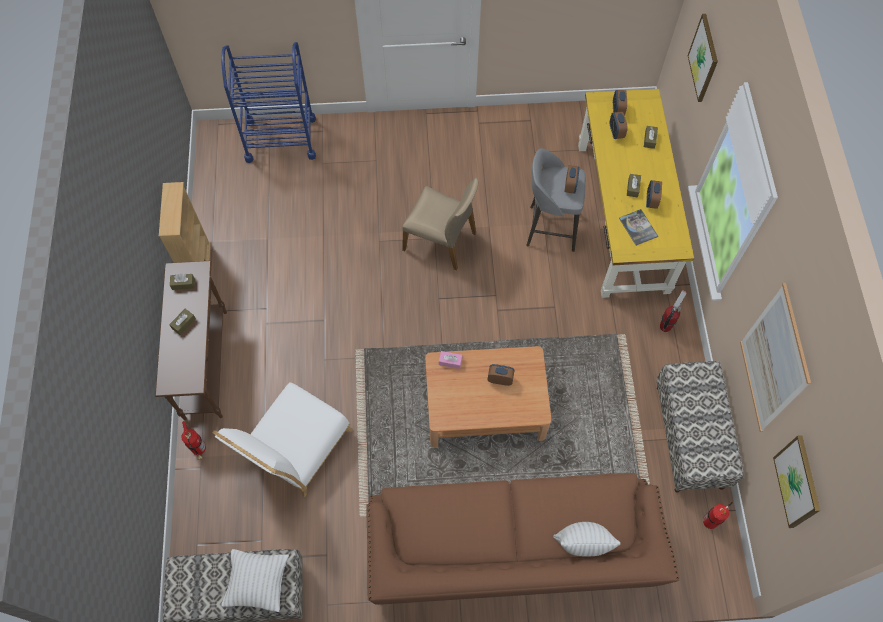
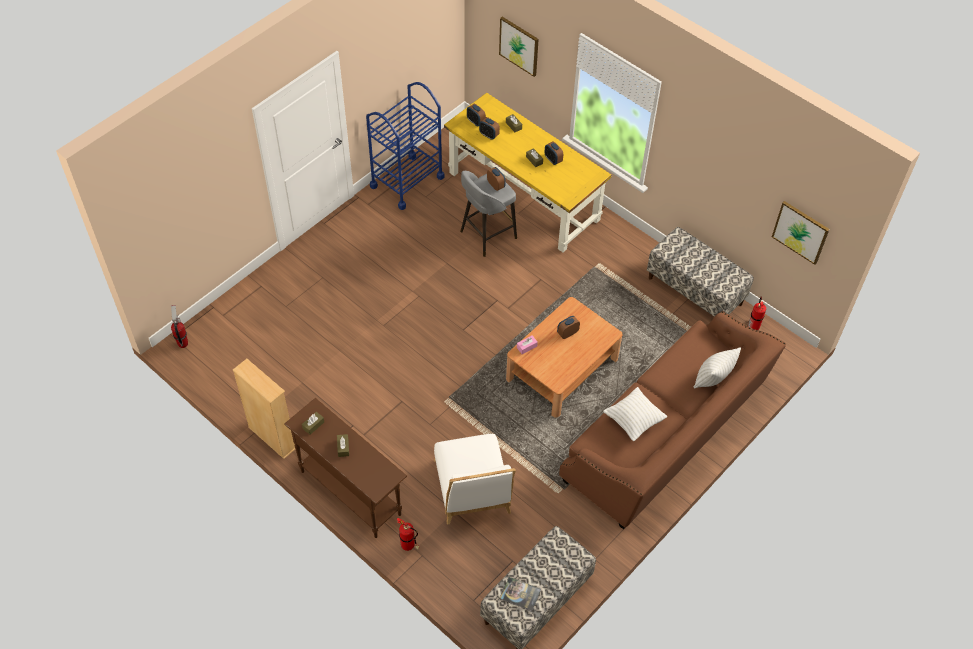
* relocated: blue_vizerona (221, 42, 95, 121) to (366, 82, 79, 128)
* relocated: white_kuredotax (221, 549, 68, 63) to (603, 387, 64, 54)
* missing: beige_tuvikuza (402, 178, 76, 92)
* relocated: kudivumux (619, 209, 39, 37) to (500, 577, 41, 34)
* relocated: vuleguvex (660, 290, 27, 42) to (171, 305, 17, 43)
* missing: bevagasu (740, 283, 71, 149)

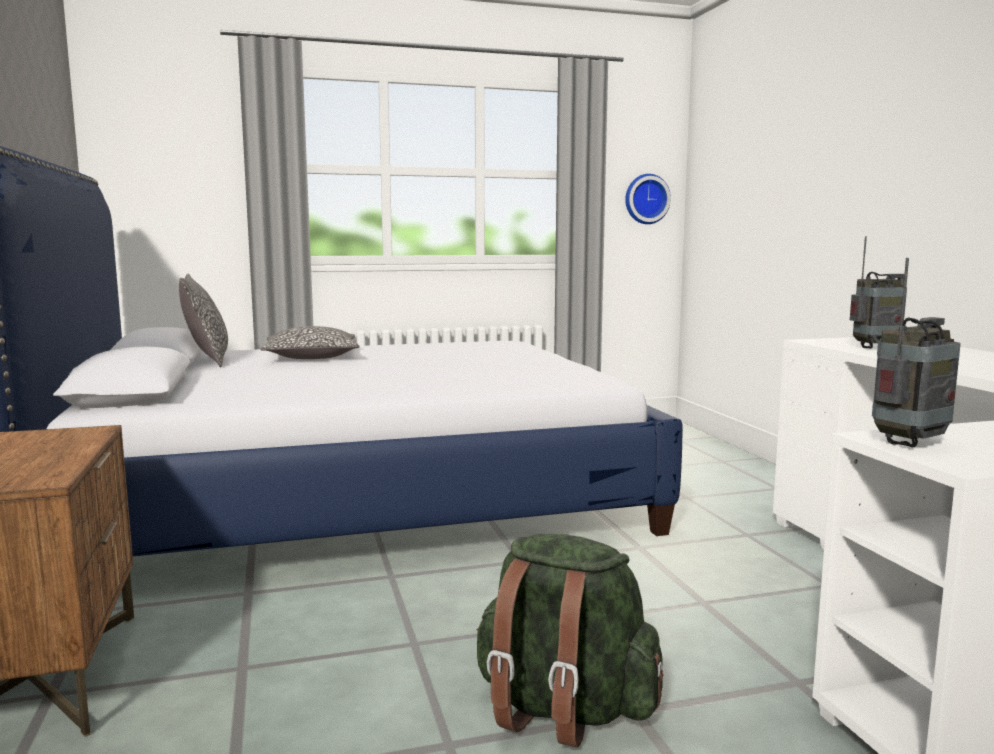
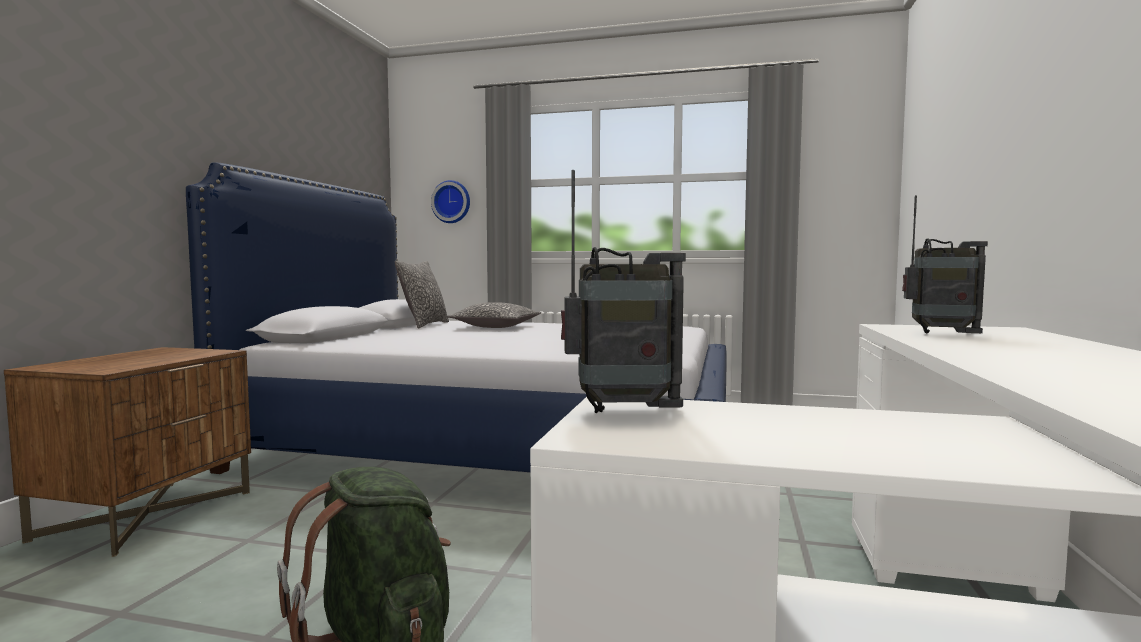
* relocated: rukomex (625, 174, 46, 50) to (431, 180, 39, 43)

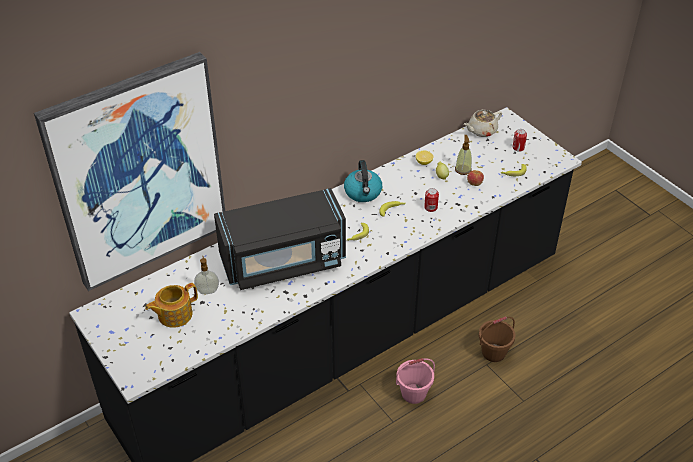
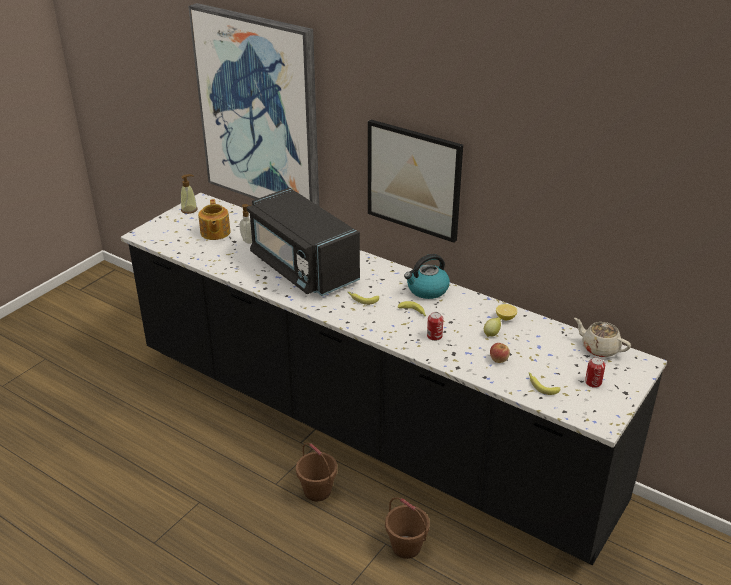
* spun: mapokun (145, 283, 53, 45) = (198, 199, 33, 41) 135 degrees counterclockwise
* colour: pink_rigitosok (396, 358, 39, 46) to brown_rigitosok (296, 443, 41, 58)
* relocated: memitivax (455, 135, 17, 40) to (181, 174, 16, 40)
* appeared: bevagasu (368, 120, 95, 123)

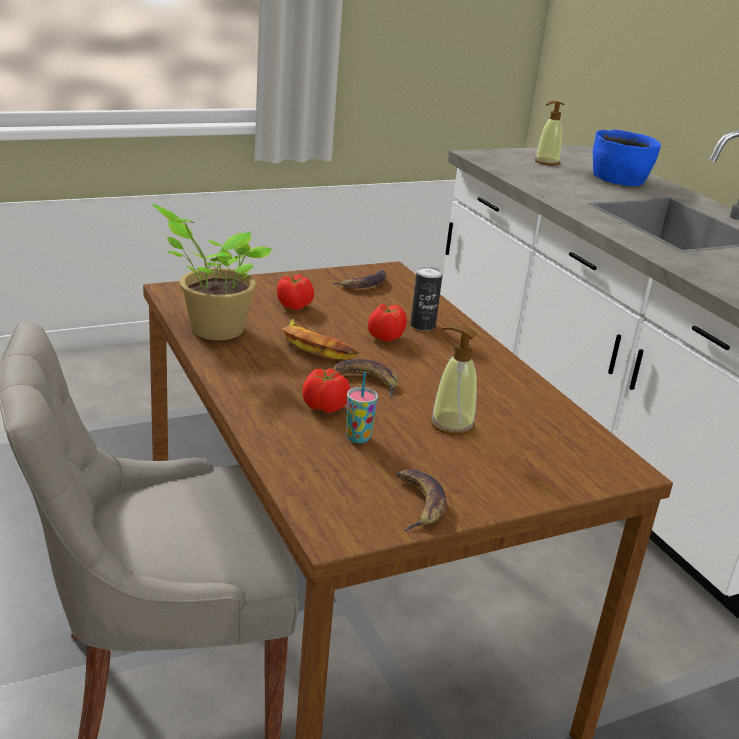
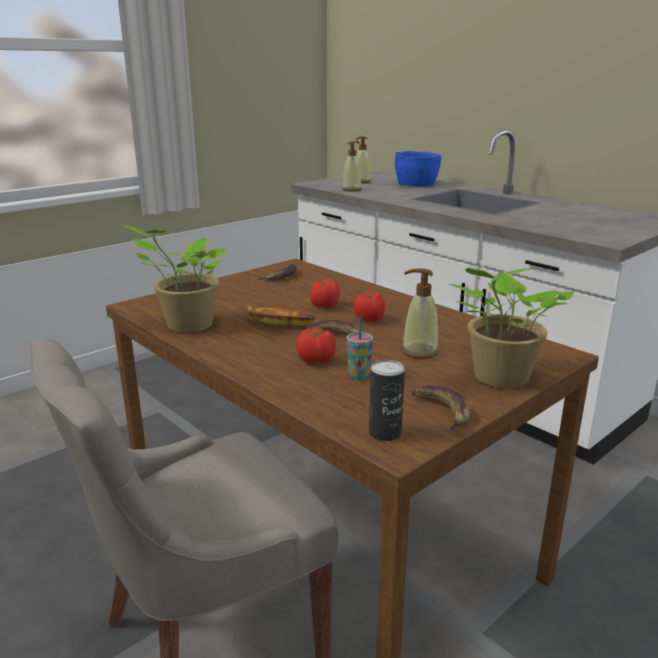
* relocated: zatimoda (277, 275, 37, 35) to (353, 291, 32, 31)
* relocated: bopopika (410, 267, 33, 64) to (369, 359, 36, 82)
* appeared: memitivax (342, 141, 20, 51)
* appeared: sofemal (449, 268, 124, 120)

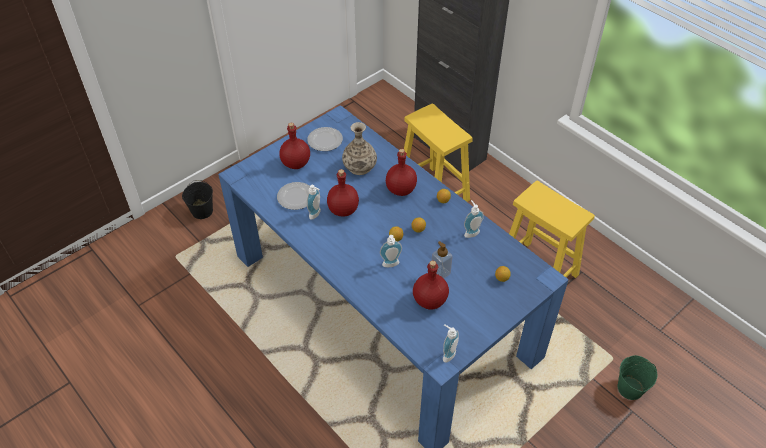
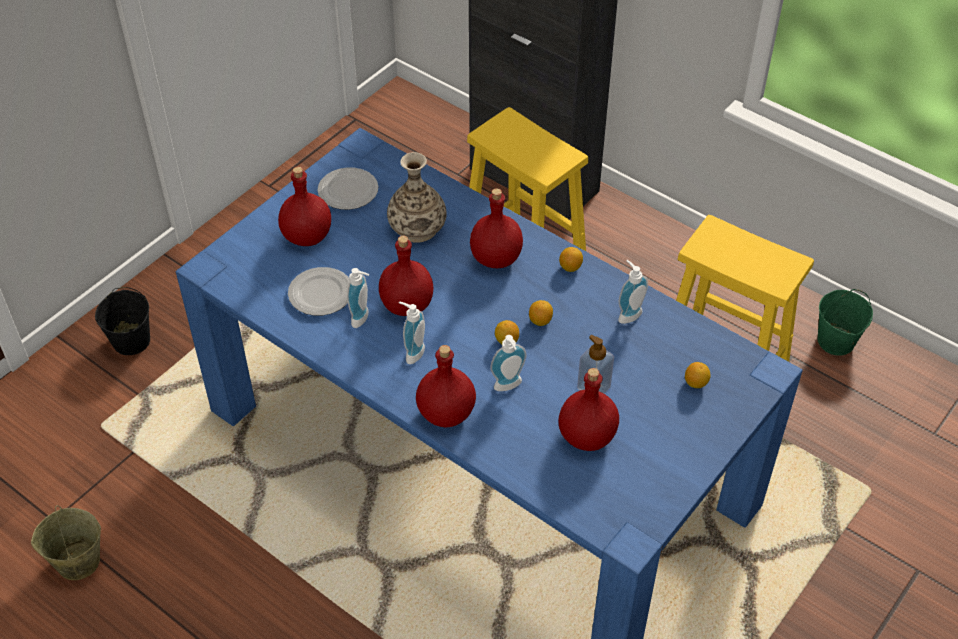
* relocated: memitivax (443, 324, 16, 39) to (399, 301, 26, 63)
* relocated: green_rigitosok (618, 355, 40, 45) to (817, 289, 56, 67)
* appeared: beige_rigitosok (31, 505, 70, 75)
* appeared: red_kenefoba (416, 345, 60, 82)

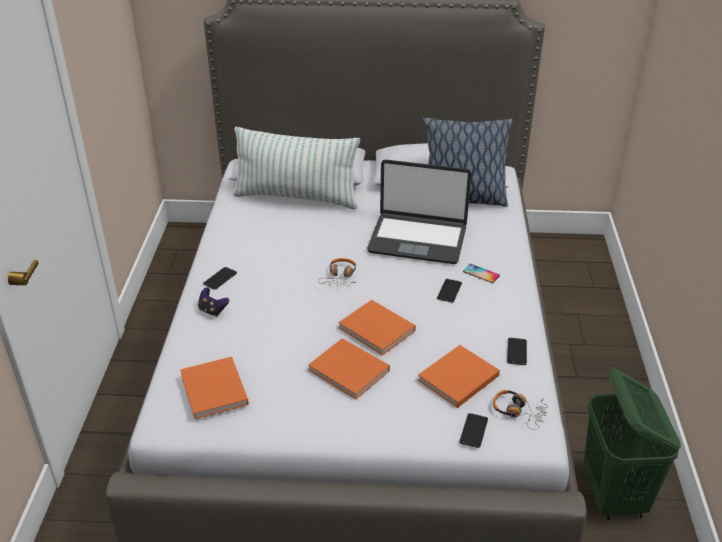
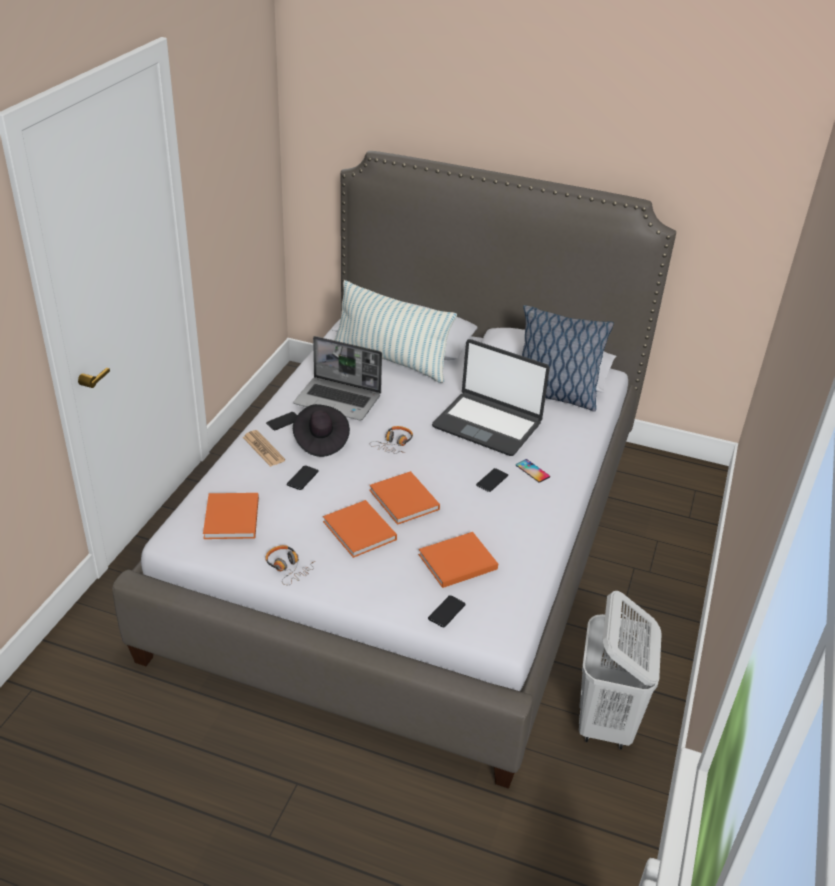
* exchanged: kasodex (198, 287, 31, 30) to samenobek (243, 430, 42, 37)
* relocated: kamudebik (493, 390, 55, 40) to (265, 545, 50, 40)
* relocated: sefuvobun (507, 338, 20, 27) to (287, 466, 32, 24)
* colour: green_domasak (583, 369, 98, 151) to white_domasak (579, 591, 83, 159)
* appeared: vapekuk (293, 336, 89, 85)
* appeared: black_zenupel (293, 404, 57, 53)

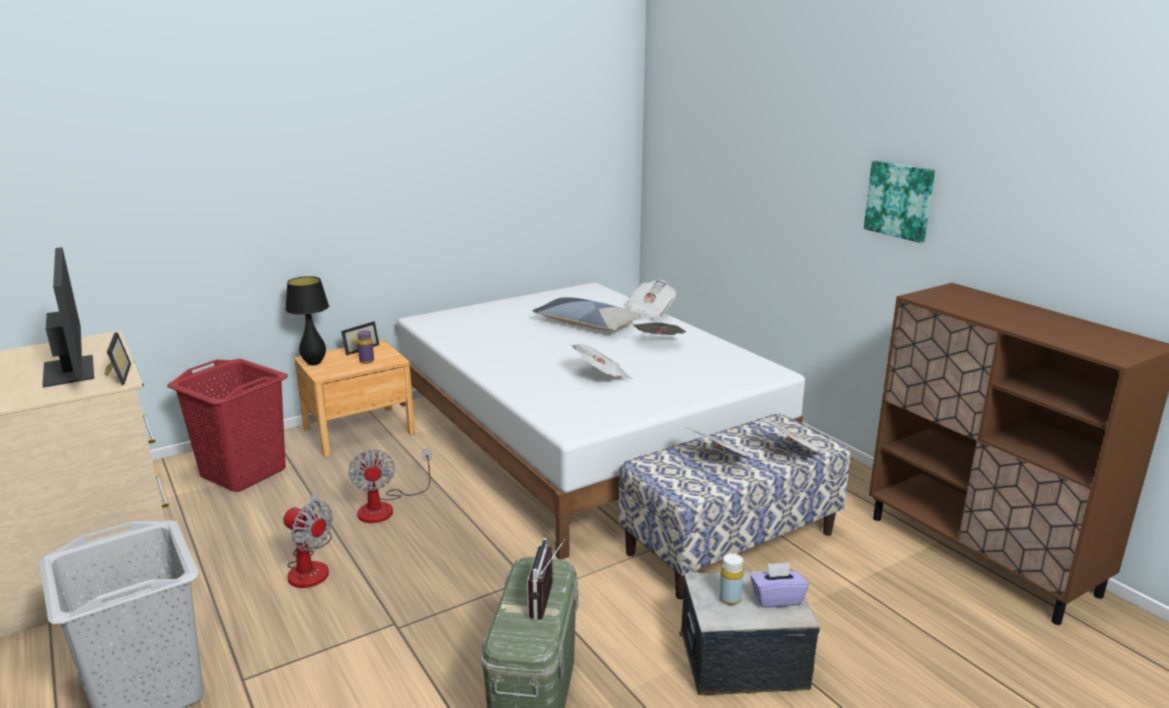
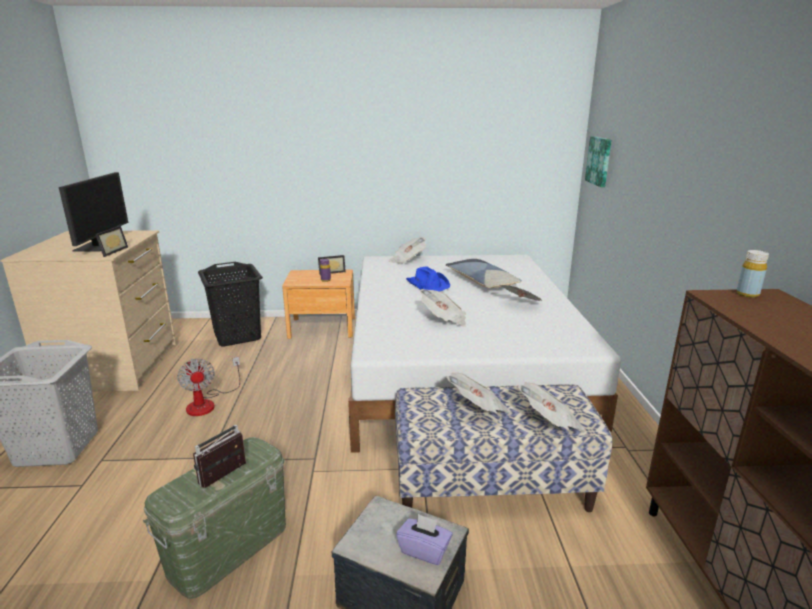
* colour: red_domasak (167, 358, 121, 134) to black_domasak (198, 262, 65, 85)
* missing: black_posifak (285, 276, 44, 89)
* missing: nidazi (348, 448, 84, 75)
* relocated: samenobek (628, 280, 48, 40) to (389, 237, 37, 27)
* relocated: yellow_kenefoba (719, 553, 25, 52) to (737, 250, 32, 48)
* relocated: bevagasu (864, 161, 71, 82) to (585, 136, 26, 51)
* appeared: blue_zenupel (406, 266, 44, 26)

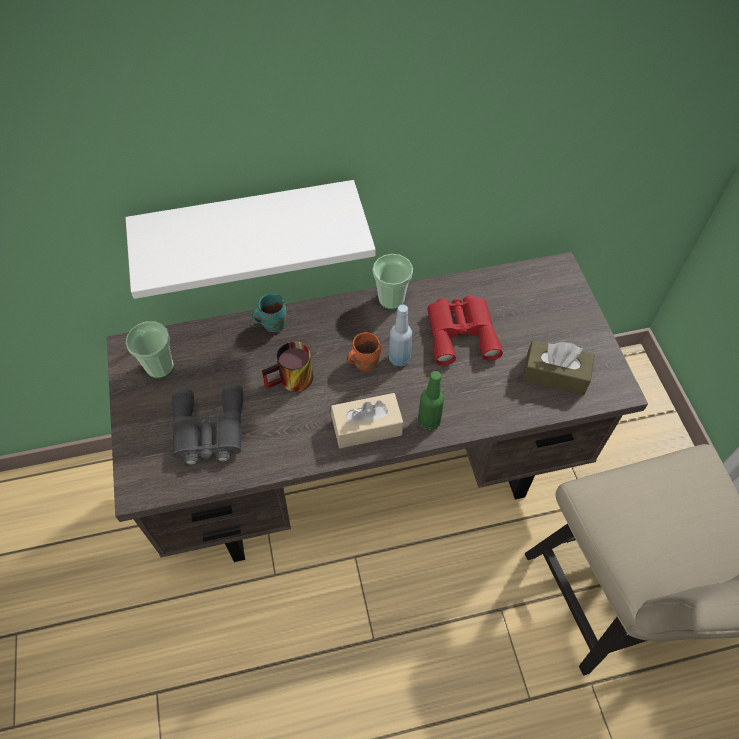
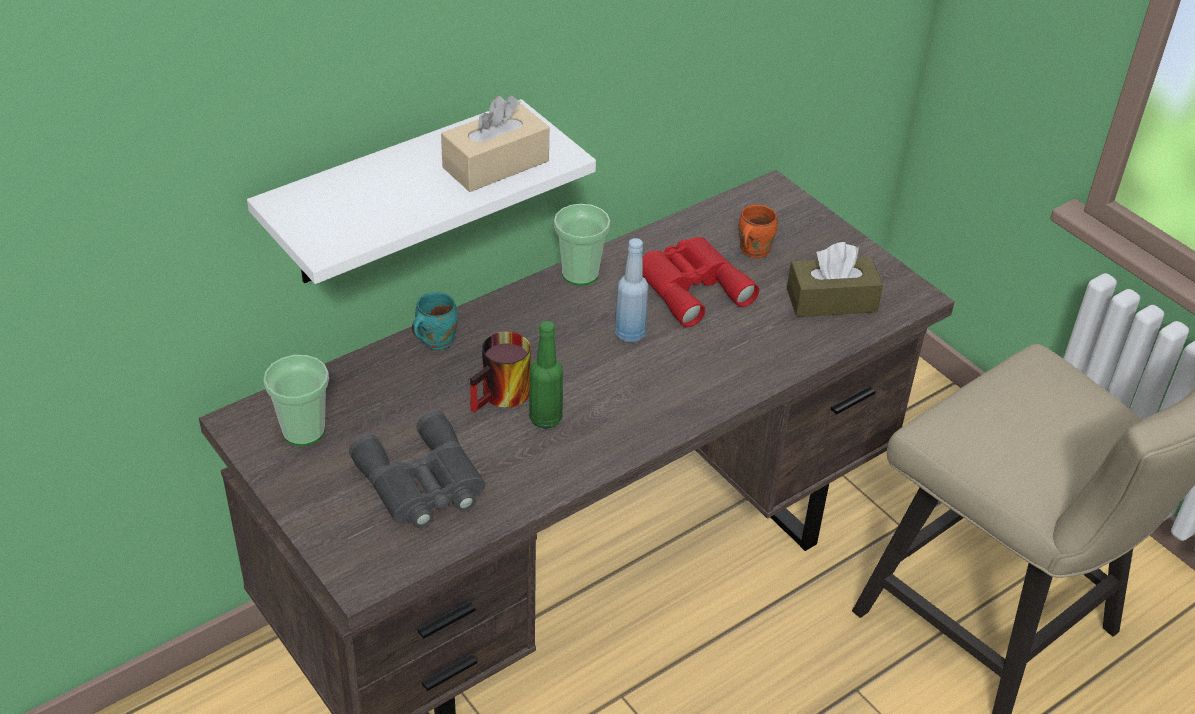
* relocated: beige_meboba (331, 393, 72, 55) to (441, 96, 108, 96)
* relocated: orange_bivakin (347, 332, 34, 39) to (738, 205, 40, 53)
* relocated: green_kenefoba (418, 371, 26, 59) to (529, 321, 34, 108)

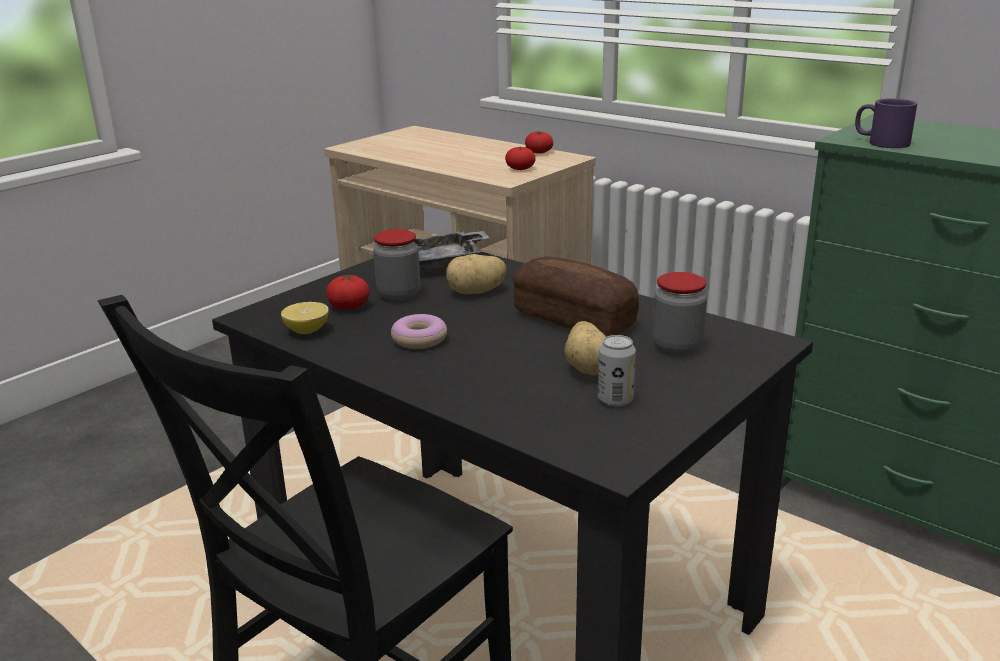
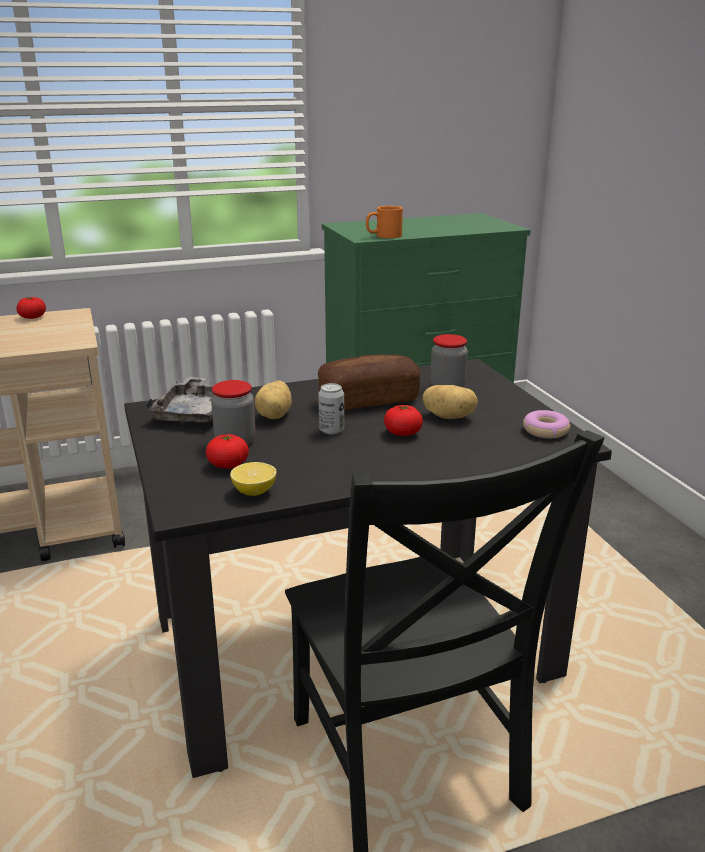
* relocated: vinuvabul (391, 314, 56, 35) to (523, 410, 47, 29)
* relocated: zatimoda (505, 147, 30, 23) to (384, 405, 39, 31)
* relocated: bopopika (598, 335, 38, 72) to (318, 383, 26, 51)
* colour: purple_bivakin (855, 98, 62, 50) to orange_bivakin (366, 206, 37, 32)

